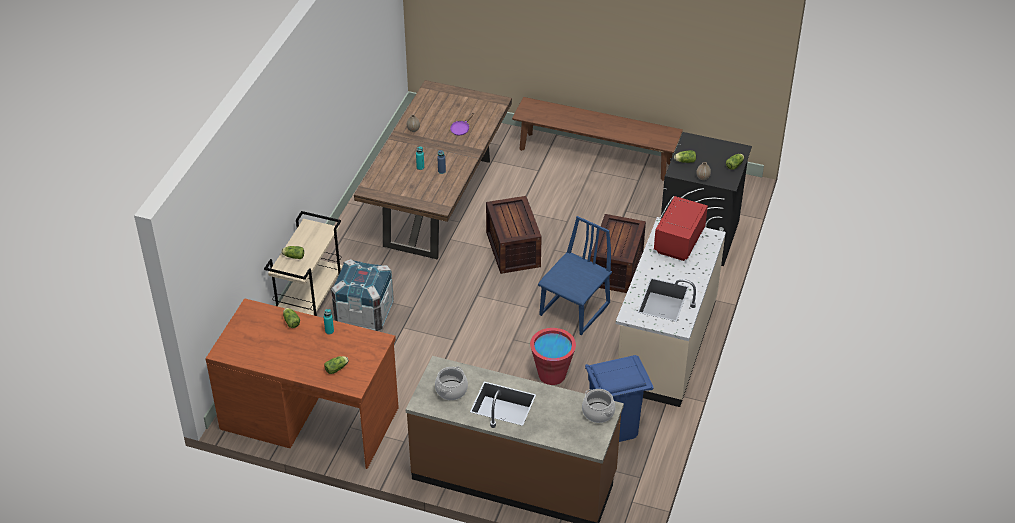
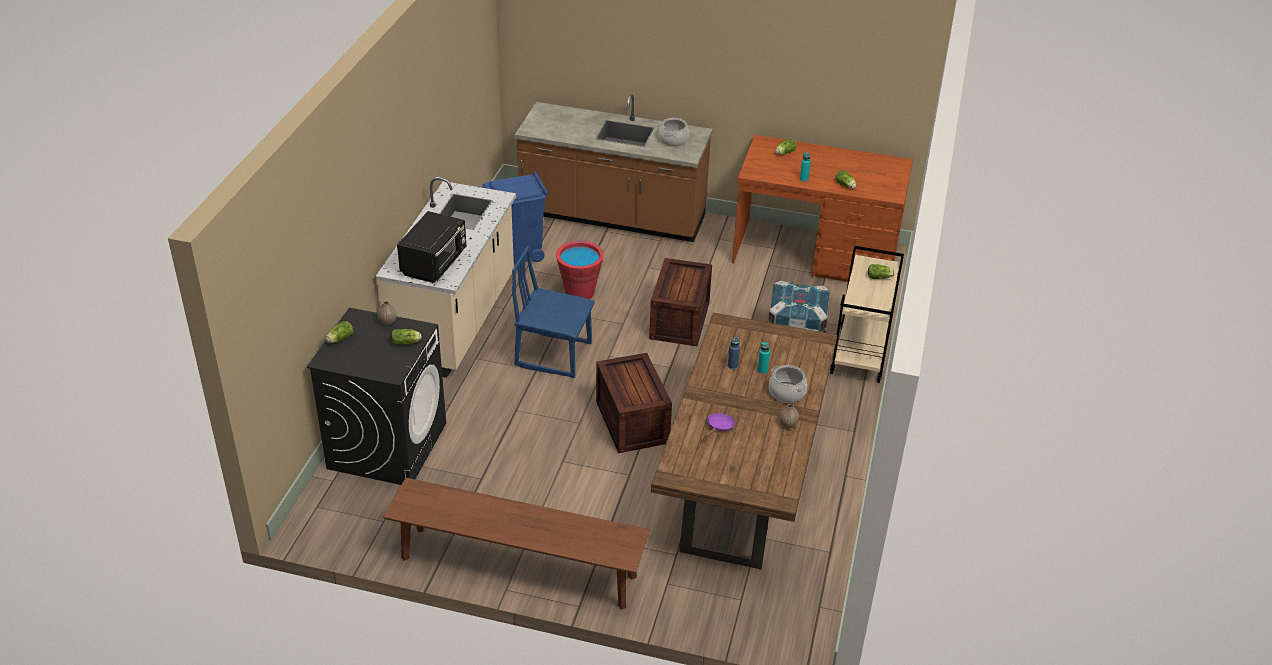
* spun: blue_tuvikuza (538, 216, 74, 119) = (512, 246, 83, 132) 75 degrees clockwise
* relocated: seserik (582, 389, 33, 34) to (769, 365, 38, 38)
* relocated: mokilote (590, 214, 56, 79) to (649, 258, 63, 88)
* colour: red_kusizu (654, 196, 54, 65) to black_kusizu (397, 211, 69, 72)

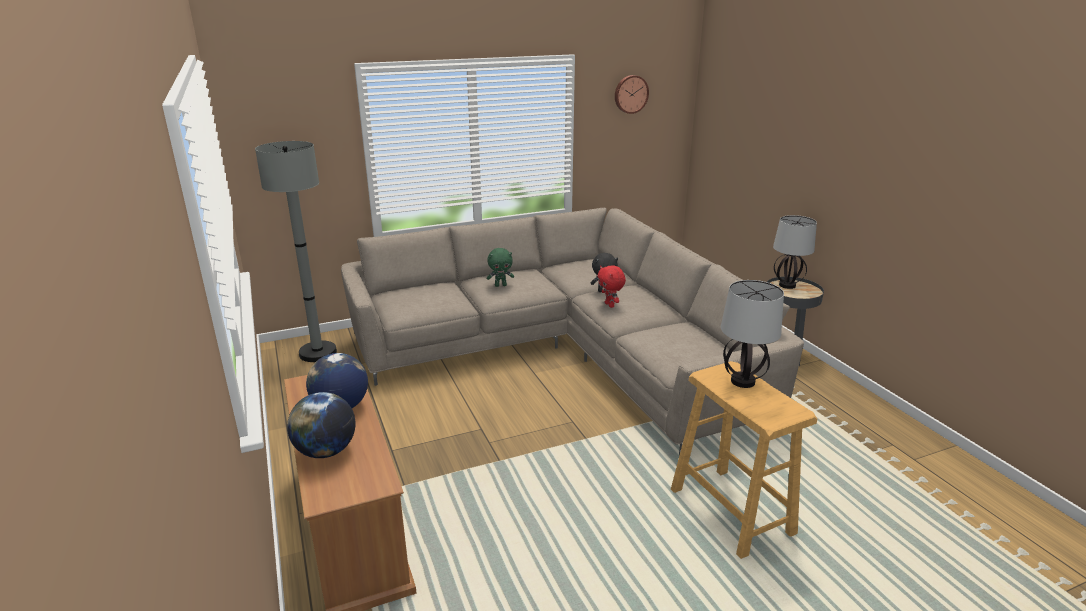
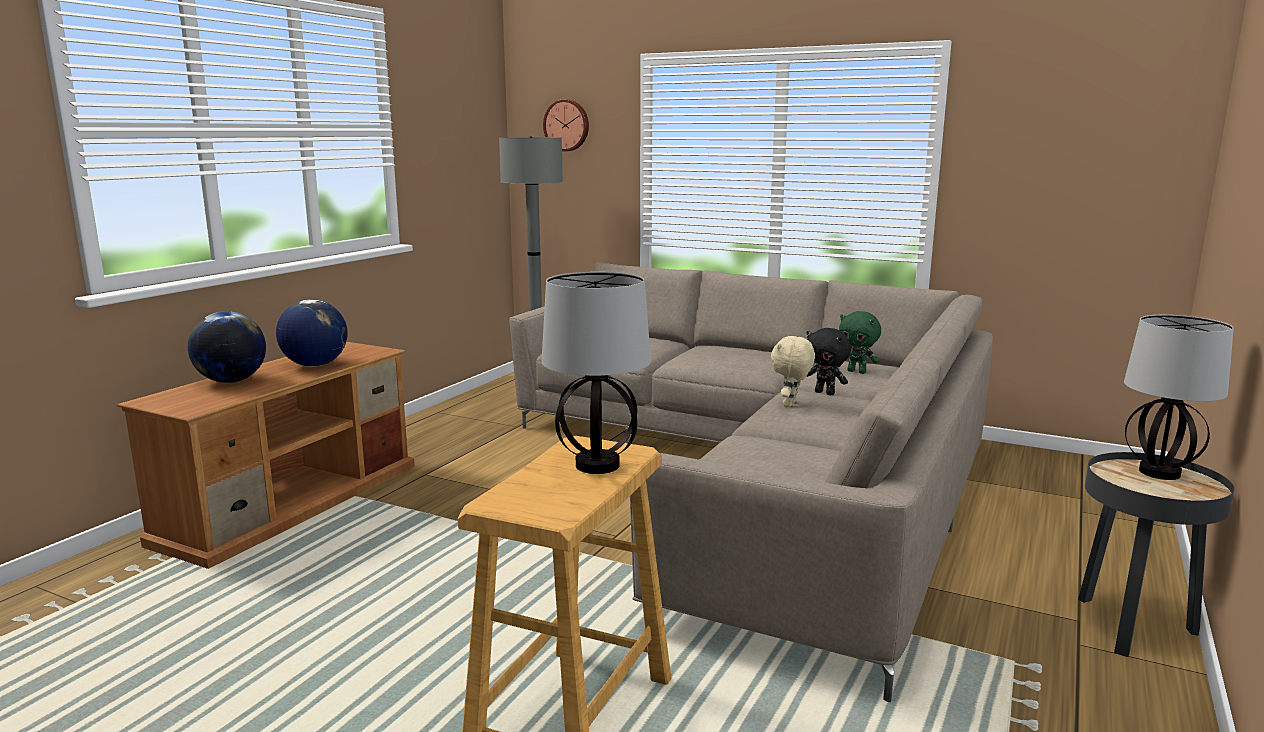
* relocated: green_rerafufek (487, 248, 27, 39) to (839, 311, 42, 63)
* colour: red_rerafufek (597, 265, 29, 43) to beige_rerafufek (771, 336, 44, 71)
* relocated: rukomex (615, 75, 34, 39) to (543, 99, 46, 52)

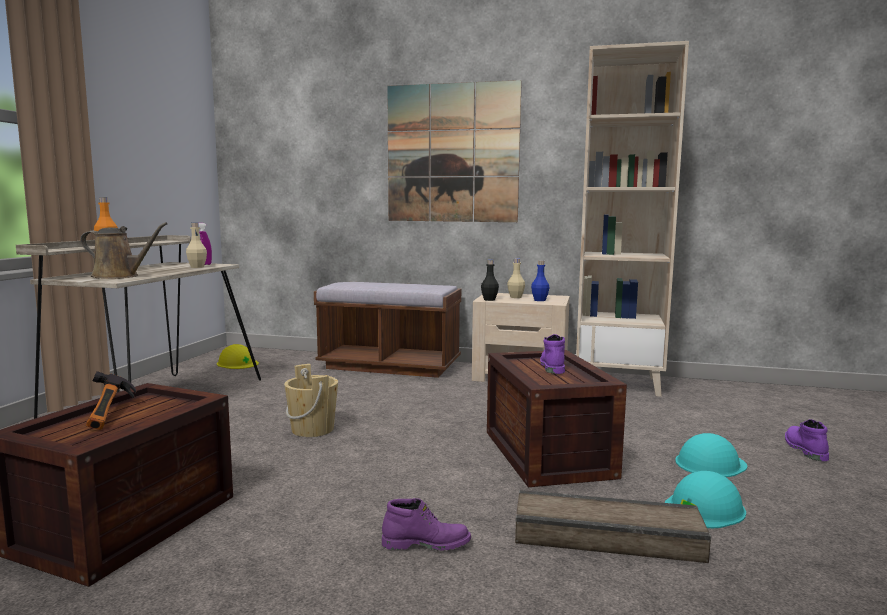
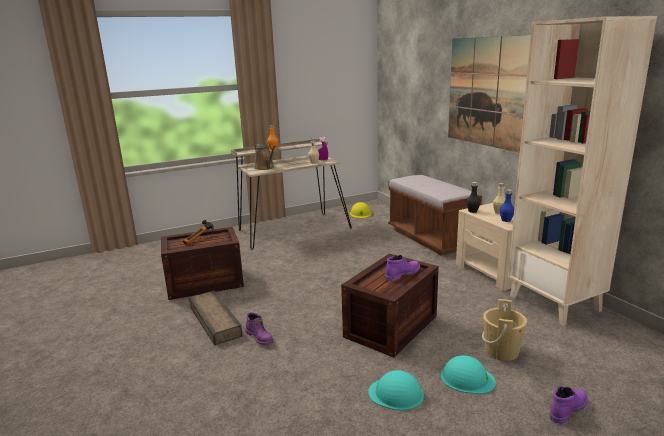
* relocated: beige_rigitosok (284, 364, 54, 73) to (482, 299, 45, 62)
* relocated: mokilote (515, 490, 196, 73) to (189, 291, 53, 54)

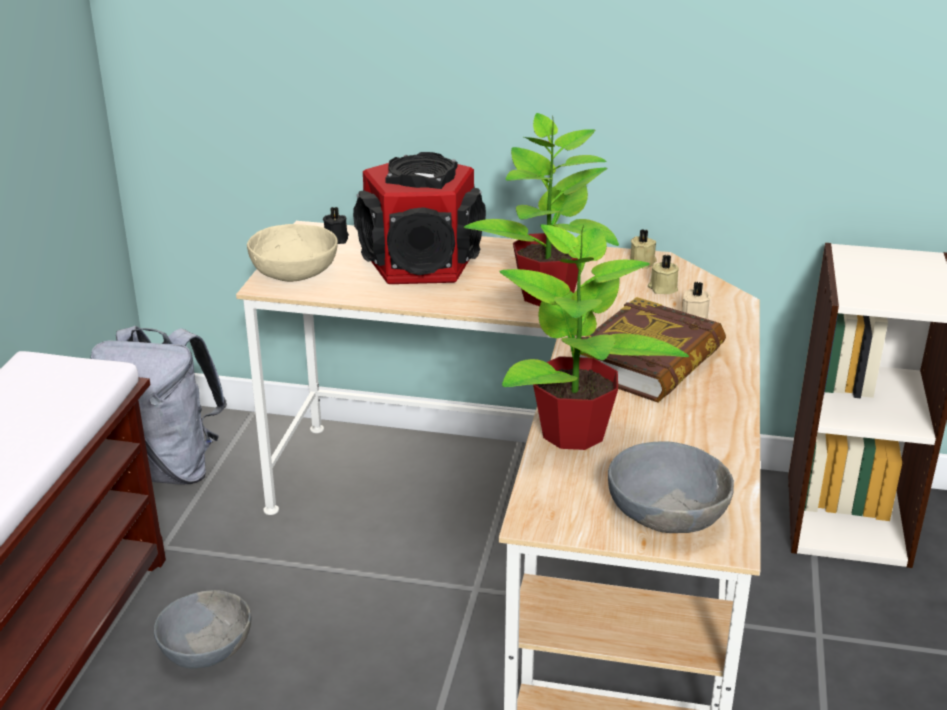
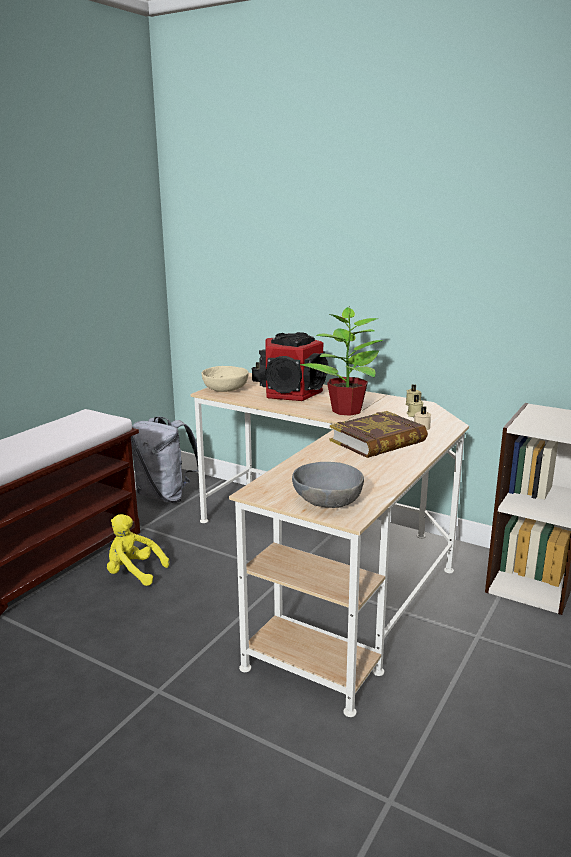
* exchanged: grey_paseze (154, 590, 98, 79) to yellow_rerafufek (107, 514, 62, 72)
* missing: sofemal (500, 224, 189, 226)

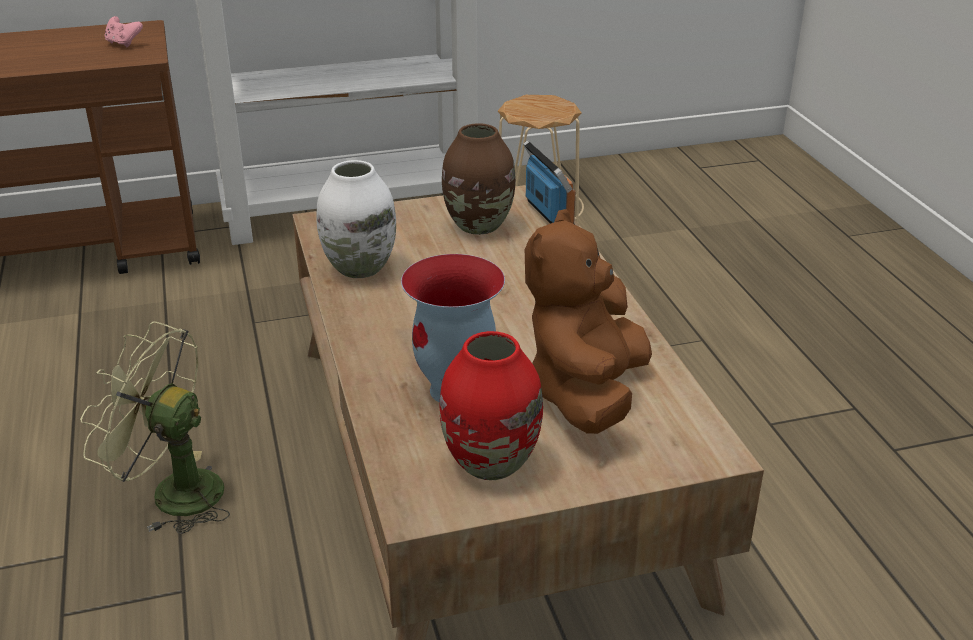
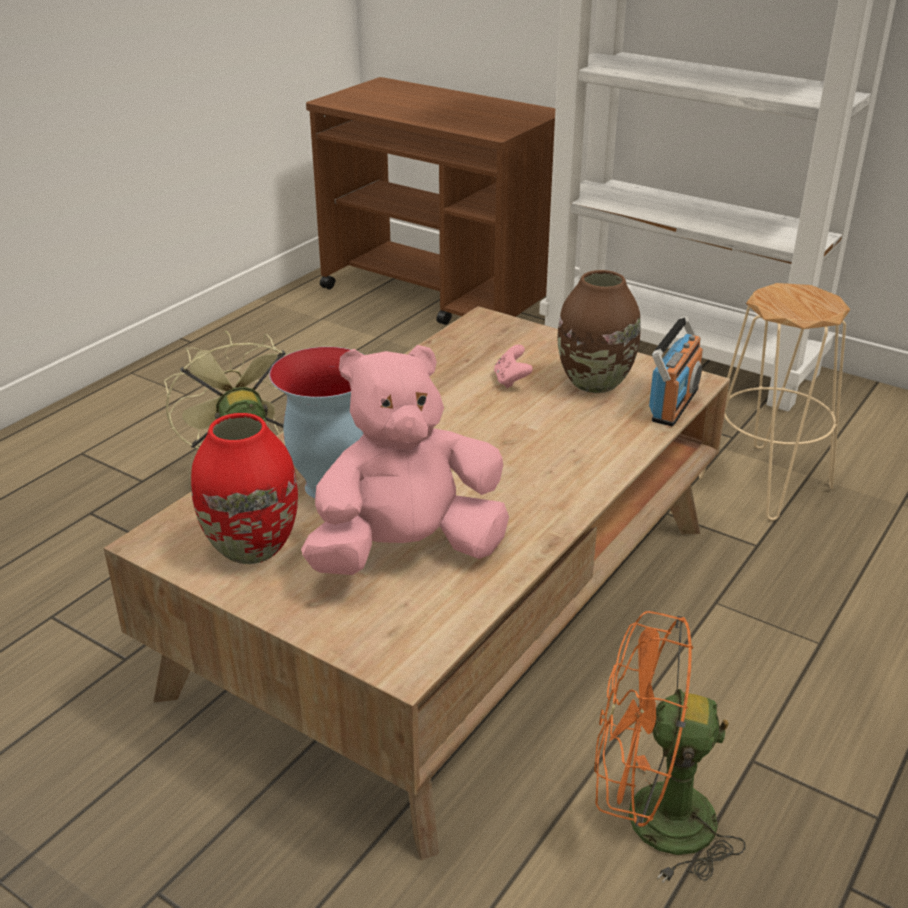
* relocated: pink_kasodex (105, 16, 38, 31) to (494, 344, 39, 45)
* missing: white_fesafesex (317, 160, 79, 118)
* colour: brown_rerafufek (525, 209, 127, 225) to pink_rerafufek (301, 345, 208, 230)
* appeared: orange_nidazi (594, 611, 152, 272)

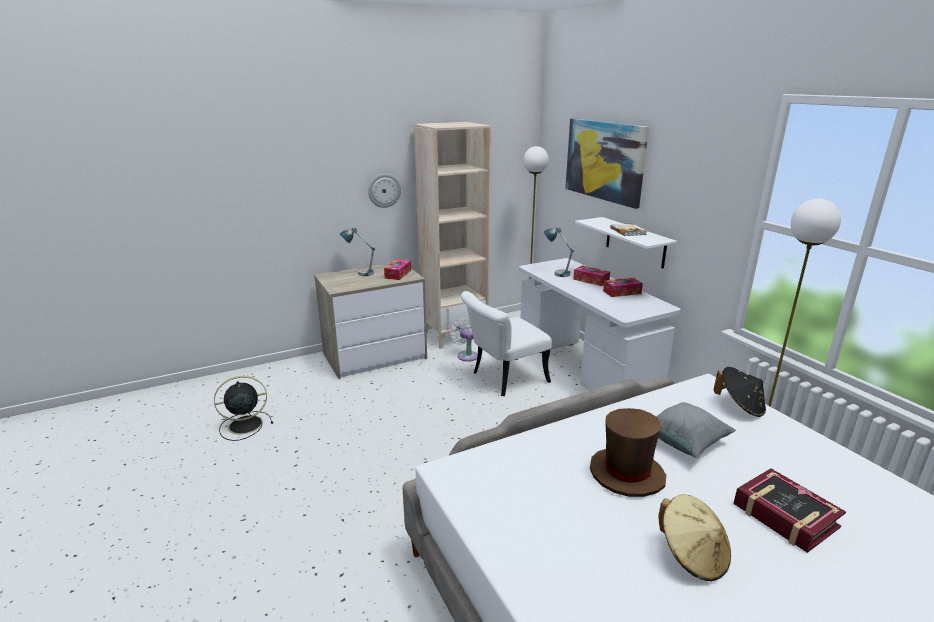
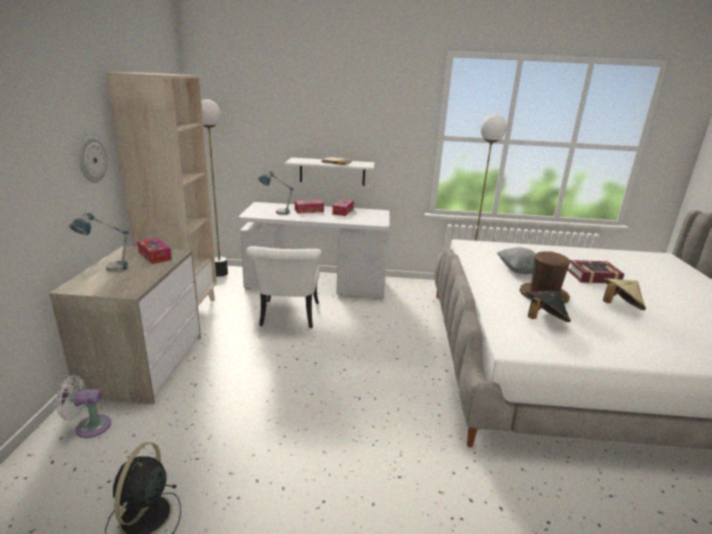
* relocated: white_nidazi (450, 318, 28, 44) to (56, 375, 55, 63)
* missing: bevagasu (565, 119, 84, 90)
* relocated: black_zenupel (713, 367, 53, 50) to (525, 291, 46, 31)

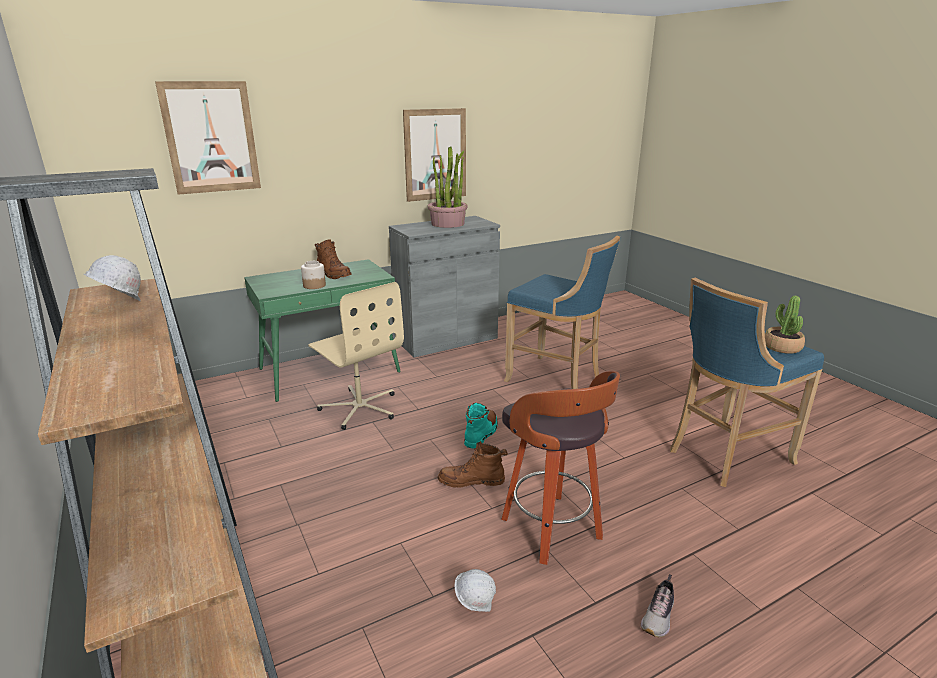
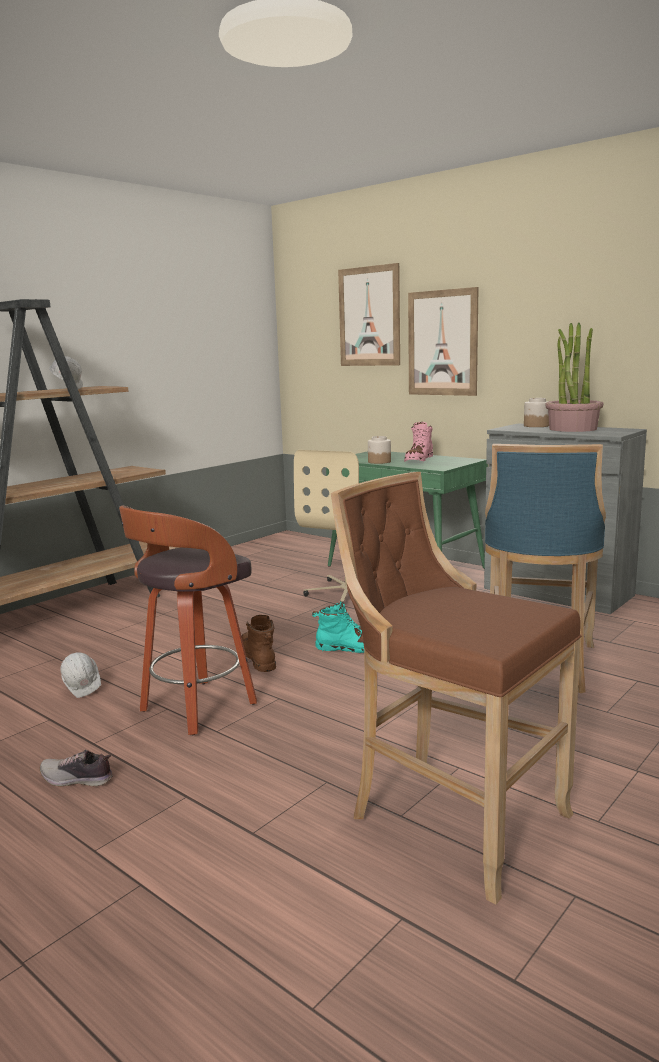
* colour: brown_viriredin (315, 239, 37, 40) to pink_viriredin (404, 422, 29, 40)
* relocated: bevagasu (403, 108, 63, 94) to (408, 287, 71, 109)
* colour: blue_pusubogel (670, 278, 154, 209) to brown_pusubogel (331, 472, 250, 432)
* missing: sofemal (765, 296, 40, 58)
* appeared: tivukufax (524, 398, 25, 29)

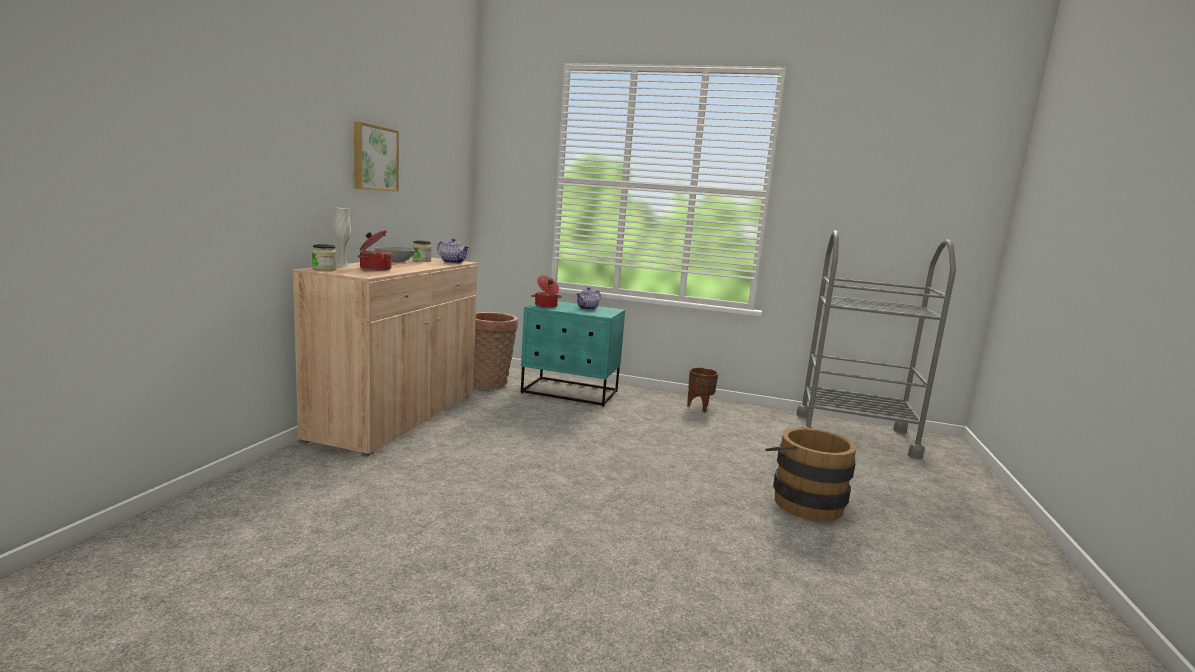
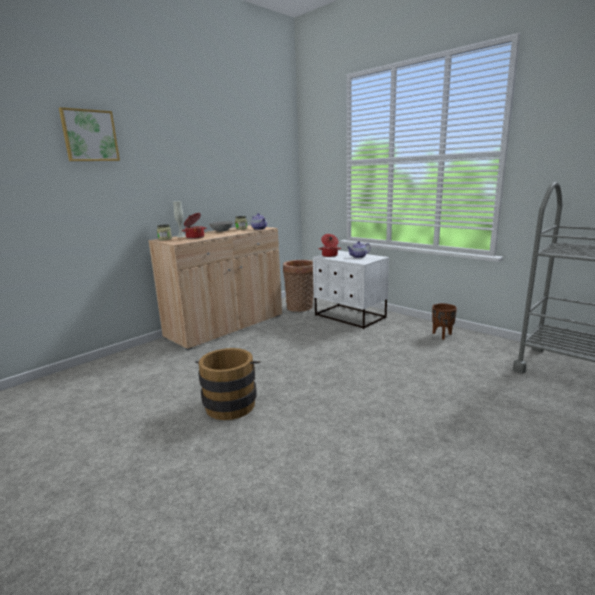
* relocated: bevagasu (354, 122, 45, 70) to (59, 107, 61, 54)
* colour: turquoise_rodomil (521, 301, 104, 106) to white_rodomil (313, 250, 76, 79)
* relocated: brown_rigitosok (765, 428, 91, 94) to (196, 348, 64, 72)

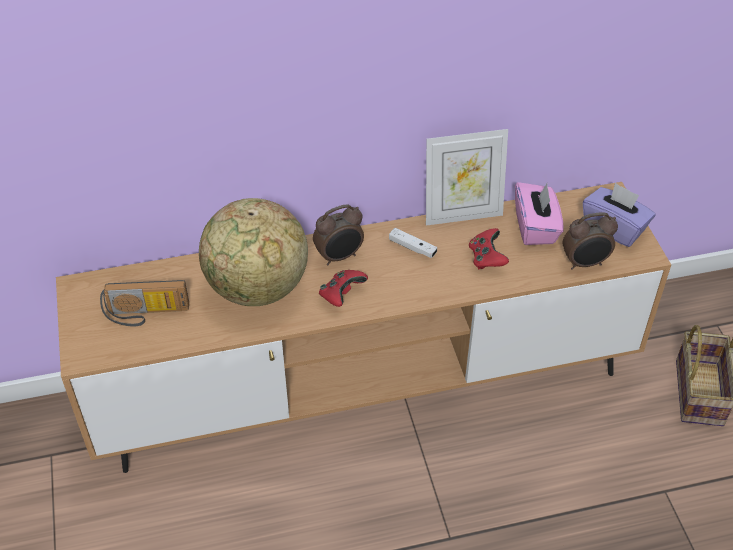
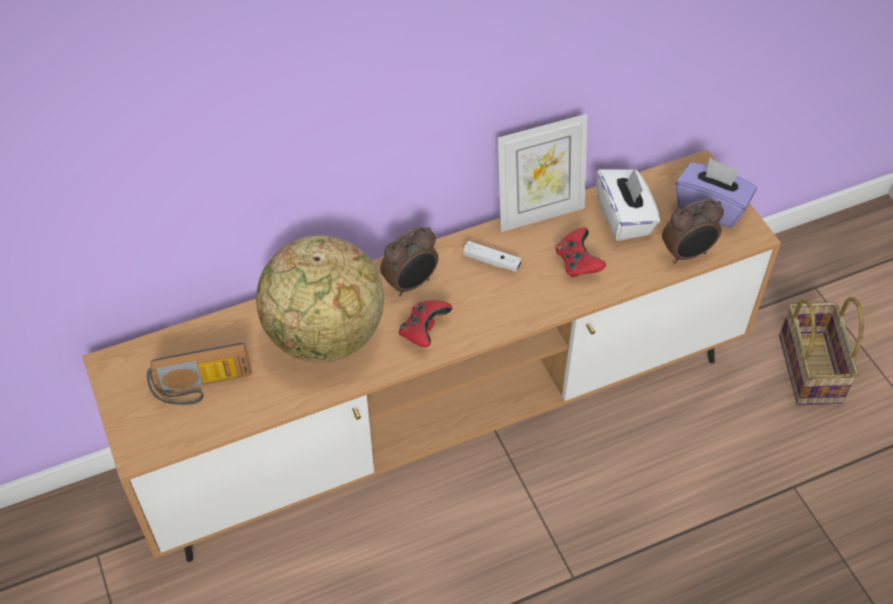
* colour: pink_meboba (515, 182, 49, 63) to white_meboba (596, 168, 64, 73)

